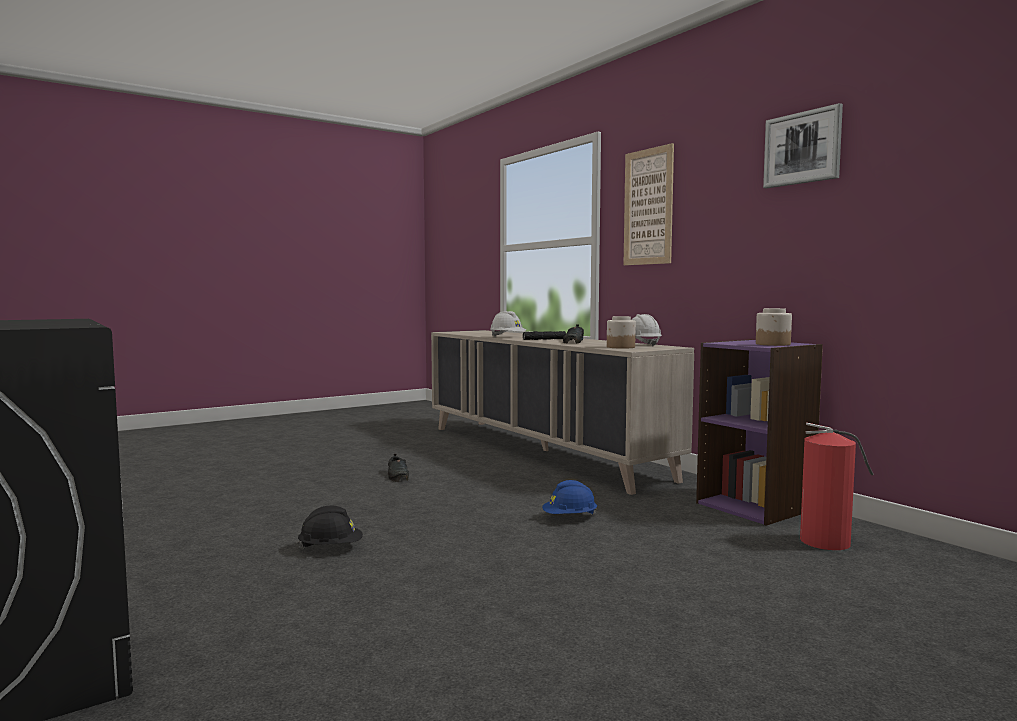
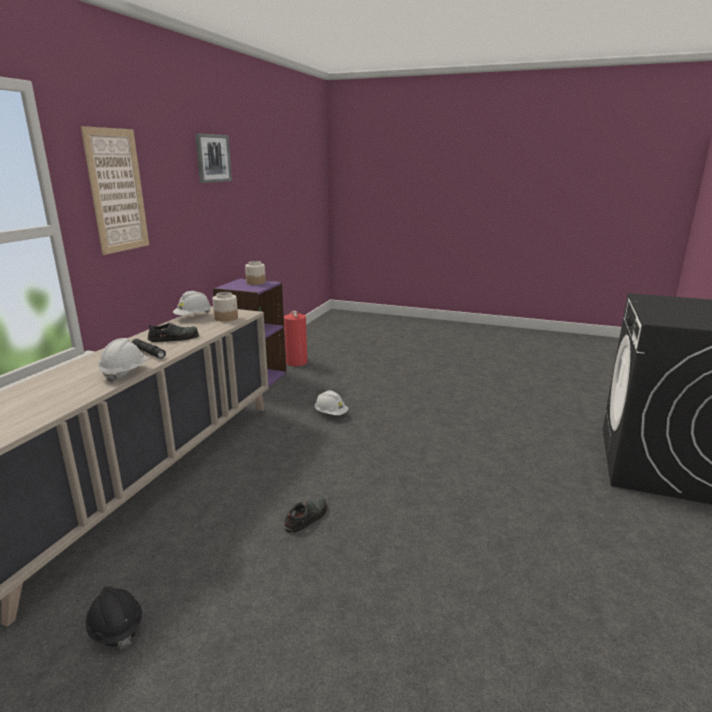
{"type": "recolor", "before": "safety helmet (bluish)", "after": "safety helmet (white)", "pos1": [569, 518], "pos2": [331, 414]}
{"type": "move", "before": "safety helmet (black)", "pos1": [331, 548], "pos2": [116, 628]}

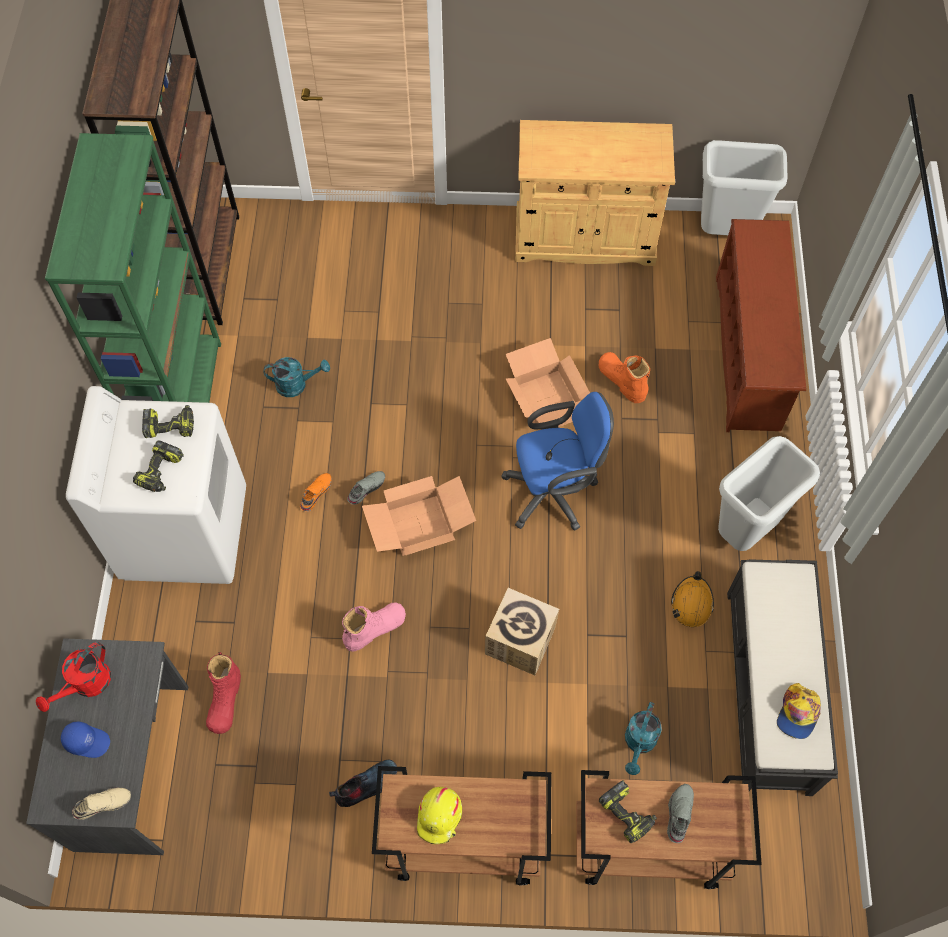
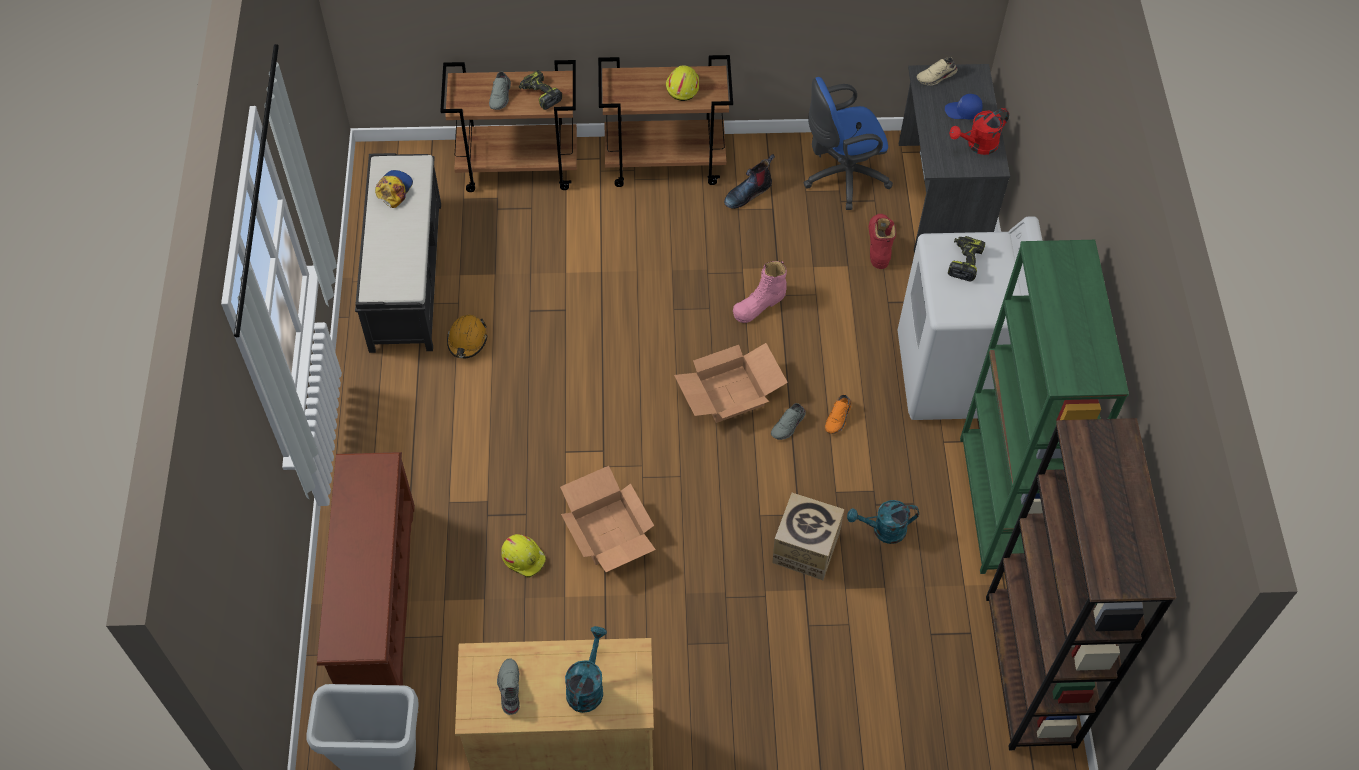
{"type": "replace", "before": "tall boot (orange-coloured)", "after": "safety helmet (yellow)", "pos1": [622, 380], "pos2": [524, 557]}
{"type": "move", "before": "desk chair (bluish)", "pos1": [555, 492], "pos2": [841, 177]}
{"type": "delete", "before": "electric drill", "pos1": [171, 425]}
{"type": "delete", "before": "trash can (greyish)", "pos1": [745, 533]}
{"type": "move", "before": "packing box", "pos1": [520, 641], "pos2": [805, 548]}
{"type": "rotate", "before": "watering can (red-coloured)", "pos1": [86, 685], "pos2": [977, 145], "turn": -150}
{"type": "move", "before": "watering can (turquoise)", "pos1": [639, 743], "pos2": [587, 686]}
{"type": "insert", "after": "item of footwear (greyish)", "pos2": [509, 688]}

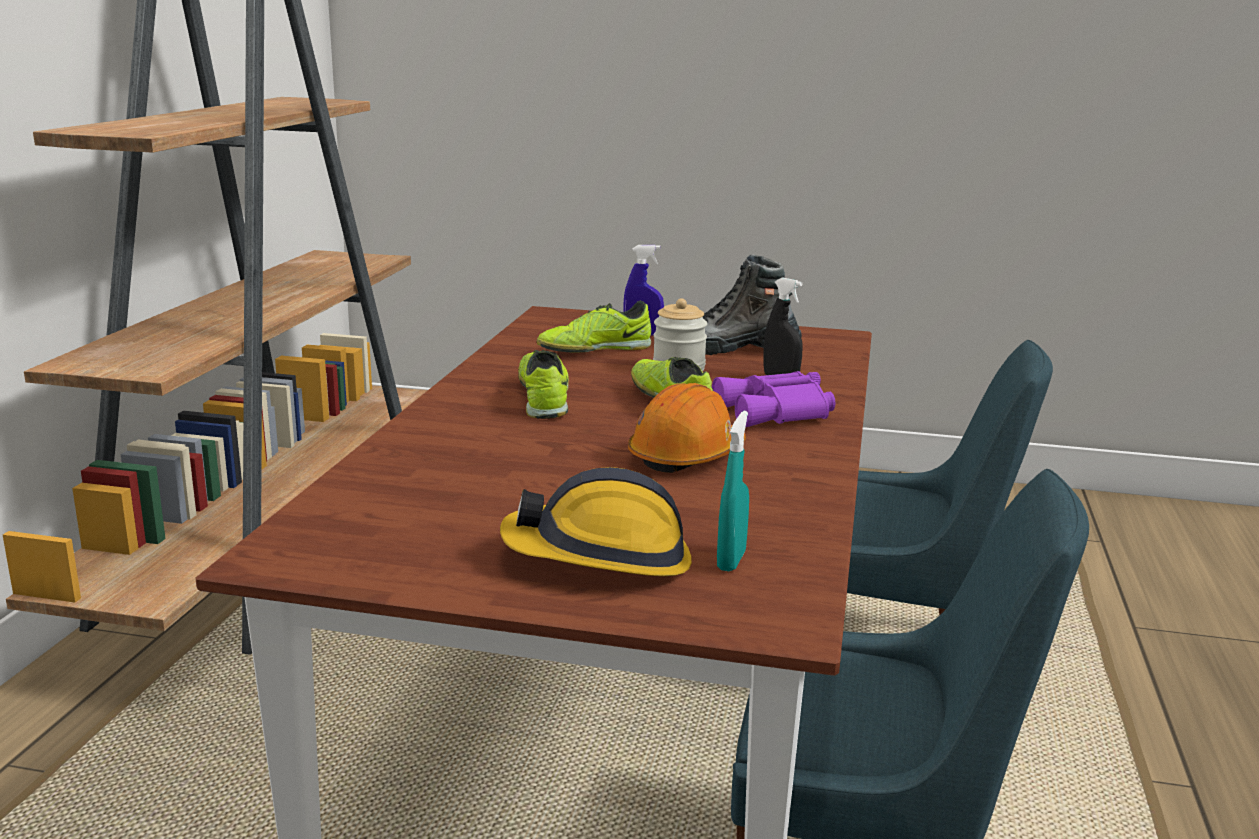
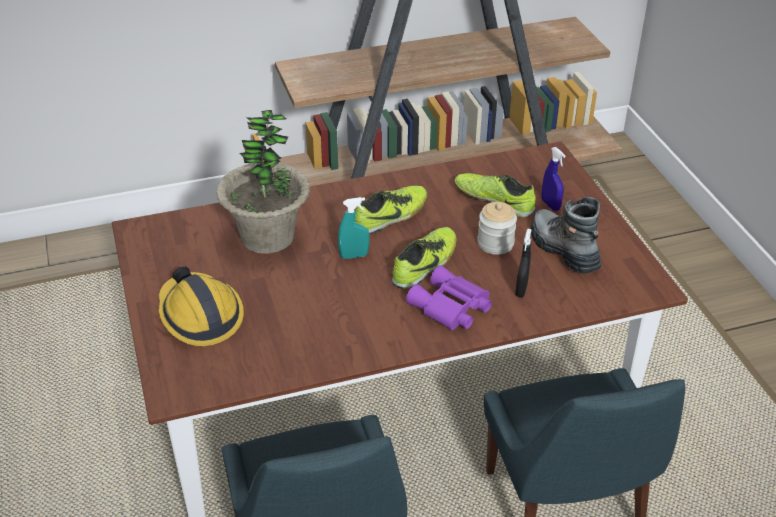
{"type": "delete", "before": "safety helmet (orange-coloured)", "pos1": [686, 456]}
{"type": "move", "before": "sprayer (turquoise)", "pos1": [731, 560], "pos2": [354, 256]}
{"type": "insert", "after": "houseplant", "pos2": [267, 237]}

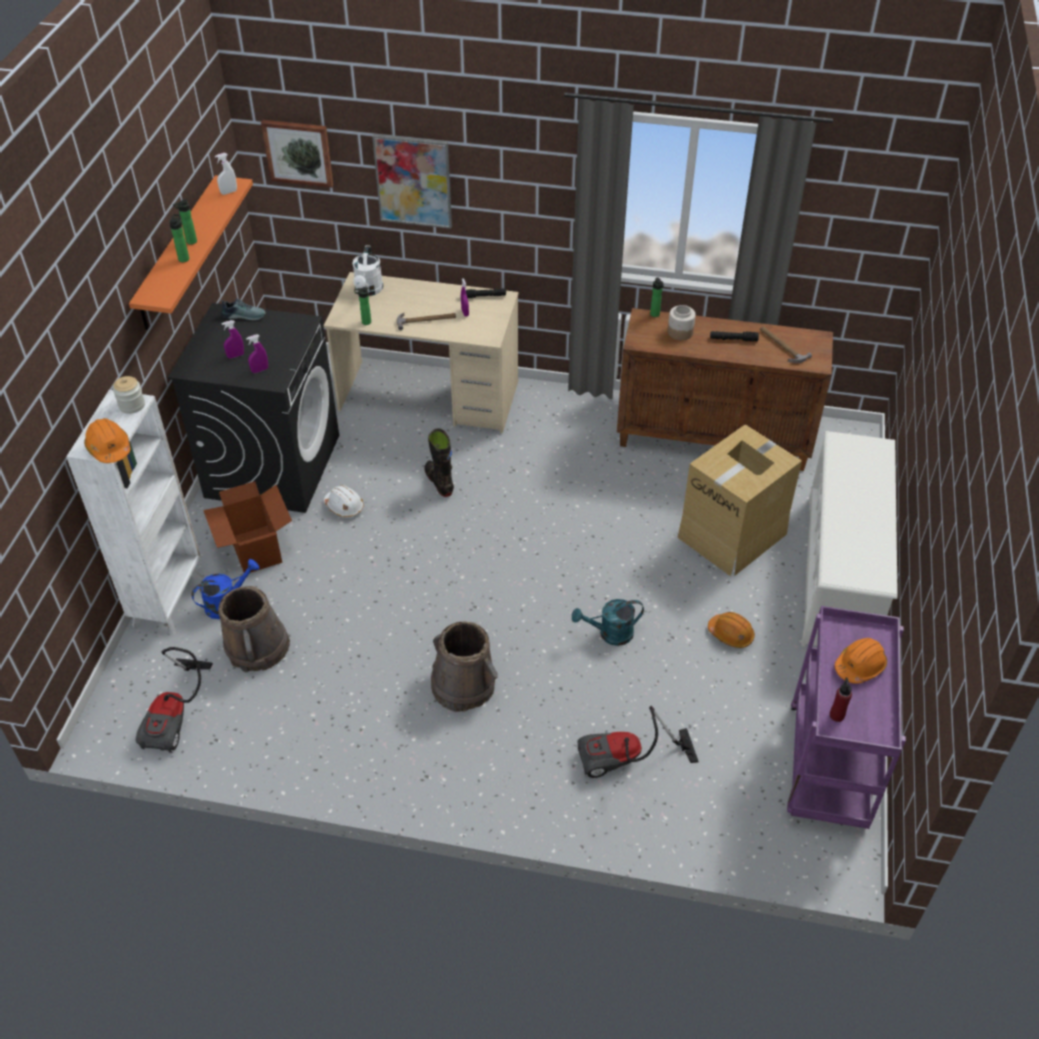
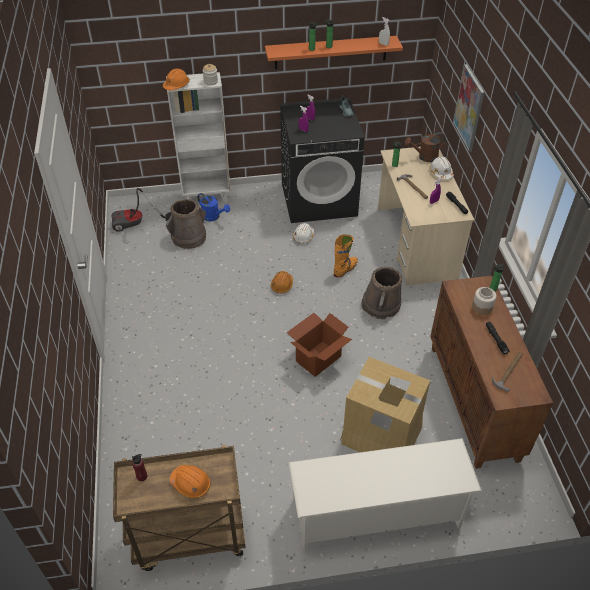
{"type": "delete", "before": "wall art", "pos1": [298, 152]}
{"type": "recolor", "before": "watering can (white)", "after": "watering can (brown-coloured)", "pos1": [368, 291], "pos2": [424, 157]}
{"type": "recolor", "before": "tall boot (black)", "after": "tall boot (orange-coloured)", "pos1": [439, 482], "pos2": [345, 269]}
{"type": "move", "before": "packing box", "pos1": [255, 550], "pos2": [318, 358]}
{"type": "delete", "before": "watering can (turquoise)", "pos1": [610, 634]}
{"type": "recolor", "before": "trolley (purplish)", "after": "trolley (brown-coloured)", "pos1": [829, 768], "pos2": [189, 538]}
{"type": "move", "before": "safety helmet (orange-coloured)", "pos1": [731, 634], "pos2": [282, 285]}
{"type": "move", "before": "pail (brown-coloured)", "pos1": [463, 685], "pos2": [381, 305]}
{"type": "delete", "before": "vacuum", "pos1": [627, 761]}
{"type": "insert", "after": "safety helmet (white)", "pos2": [441, 172]}

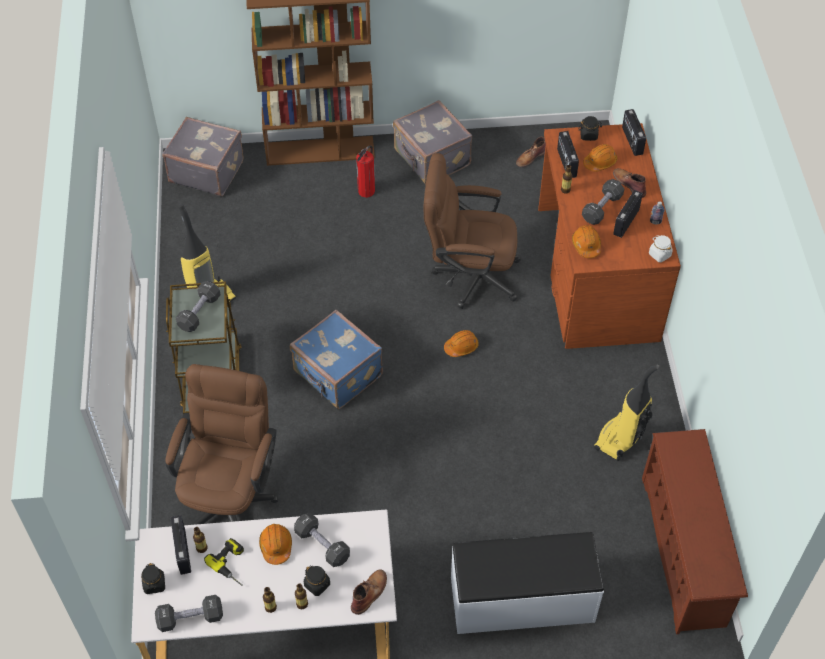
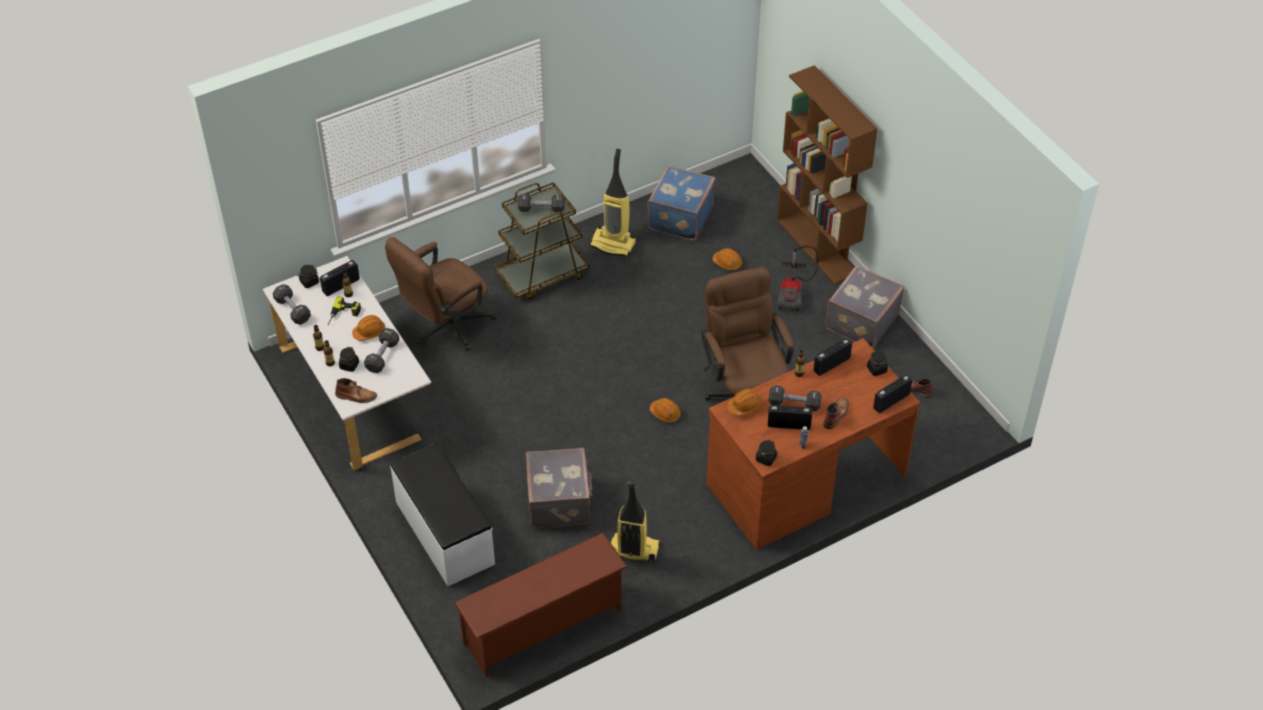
{"type": "move", "before": "suitcase (greyish)", "pos1": [207, 170], "pos2": [560, 501]}
{"type": "move", "before": "safety helmet (orange-coloured)", "pos1": [600, 162], "pos2": [727, 263]}
{"type": "replace", "before": "fire-fighting cylinder", "after": "vacuum", "pos1": [366, 191], "pos2": [793, 293]}
{"type": "recolor", "before": "jar (white)", "after": "jar (black)", "pos1": [659, 254], "pos2": [766, 458]}
{"type": "move", "before": "suitcase (bluish)", "pos1": [337, 375], "pos2": [679, 217]}
{"type": "rotate", "before": "desk chair (brown-coloured)", "pos1": [231, 496], "pos2": [446, 327], "turn": 150}

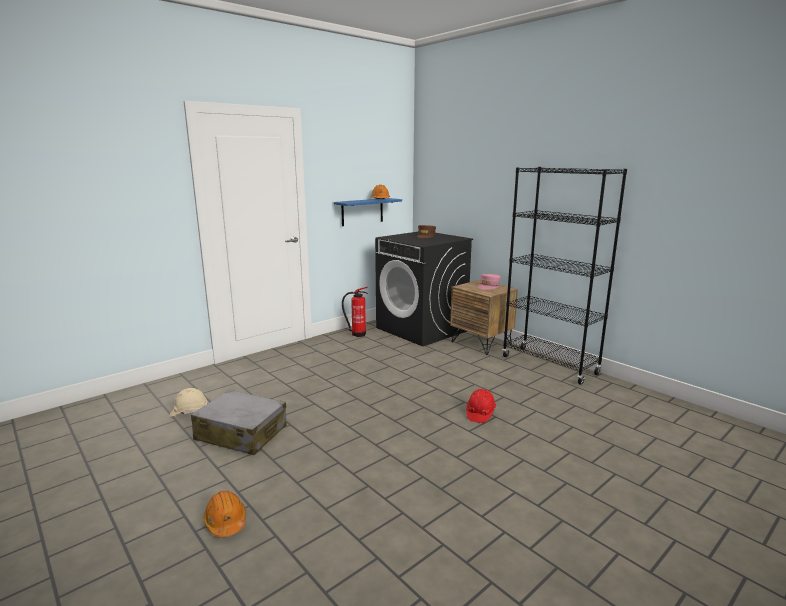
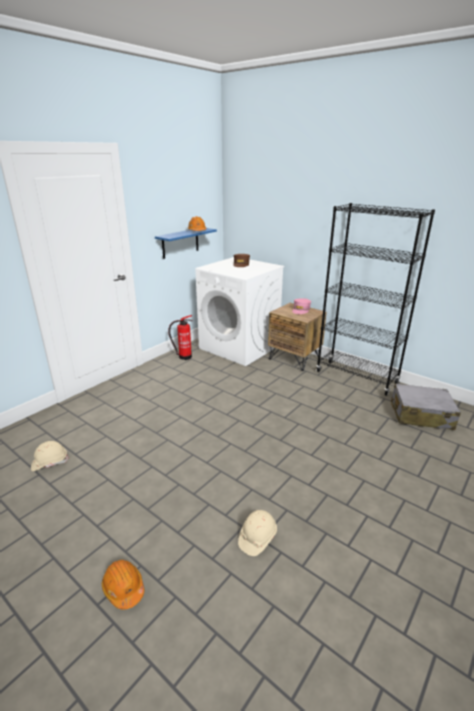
{"type": "recolor", "before": "laundry appliance (black)", "after": "laundry appliance (white)", "pos1": [422, 329], "pos2": [239, 347]}
{"type": "move", "before": "suitcase (greyish)", "pos1": [241, 433], "pos2": [420, 415]}
{"type": "delete", "before": "safety helmet (red-coloured)", "pos1": [480, 413]}
{"type": "insert", "after": "safety helmet (beige-coloured)", "pos2": [257, 538]}

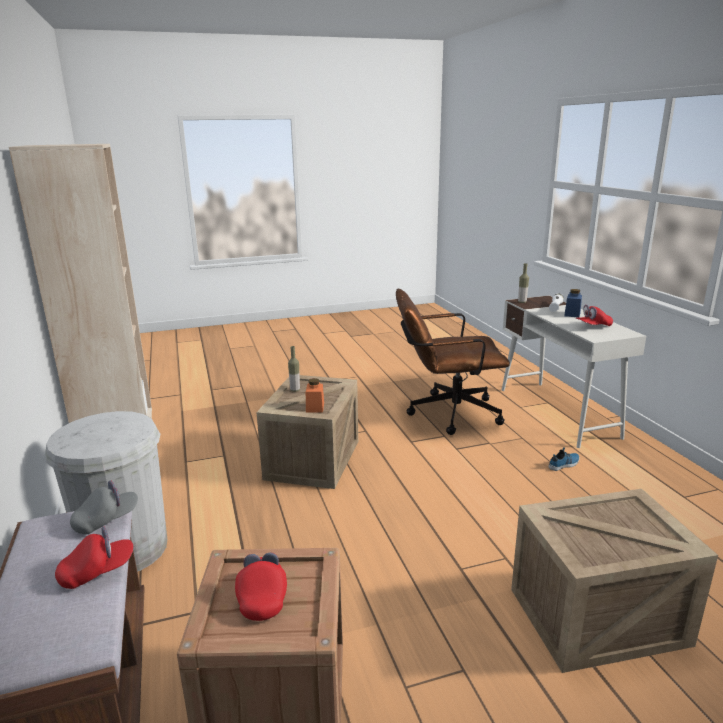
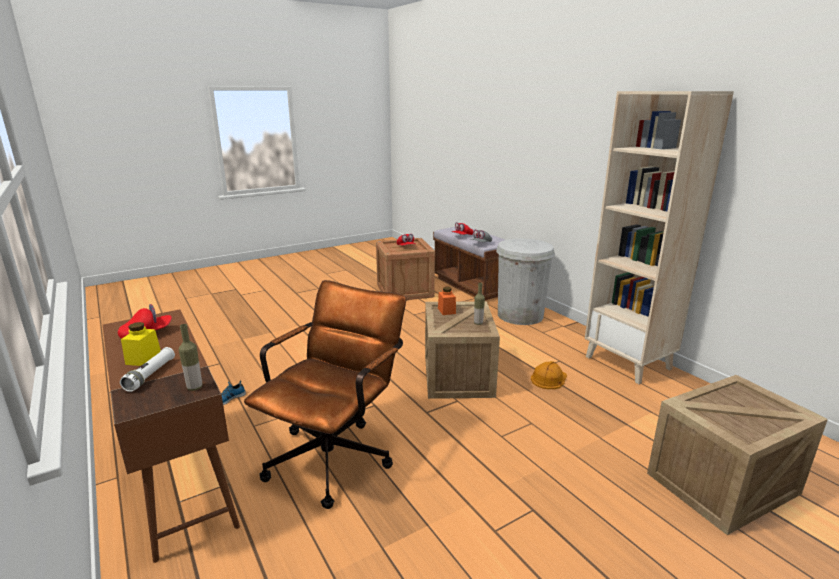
{"type": "rotate", "before": "desk chair (brown-coloured)", "pos1": [446, 413], "pos2": [336, 454], "turn": -45}
{"type": "recolor", "before": "jar (bluish)", "after": "jar (yellow)", "pos1": [572, 314], "pos2": [143, 358]}
{"type": "recolor", "before": "desk table (white)", "after": "desk table (brown-coloured)", "pos1": [557, 412], "pos2": [180, 478]}
{"type": "move", "before": "crate", "pos1": [596, 618], "pos2": [722, 482]}
{"type": "insert", "after": "safety helmet (orange-coloured)", "pos2": [549, 378]}

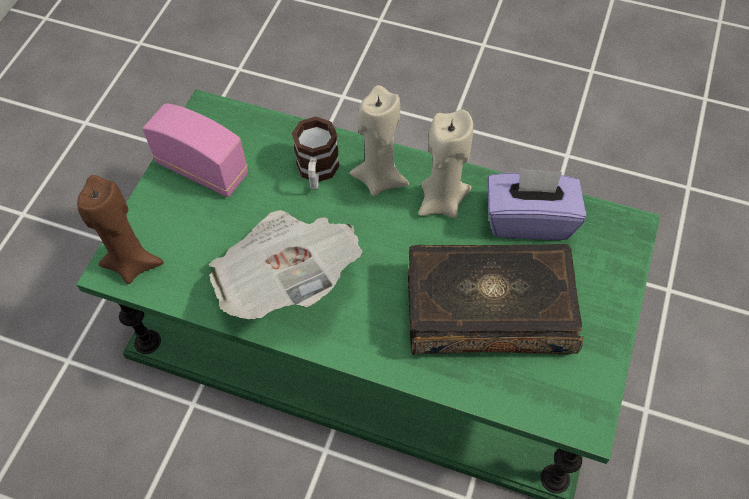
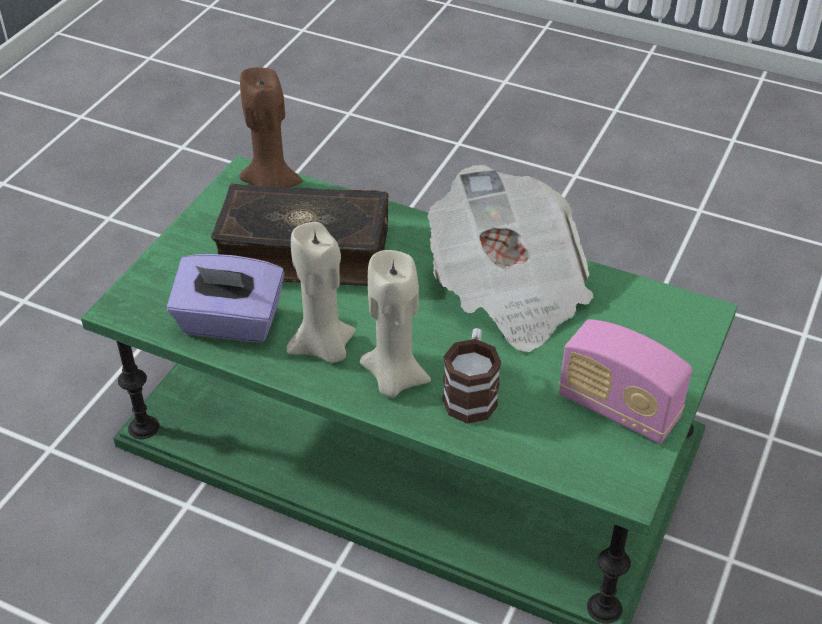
{"type": "move", "before": "candle (brown-coloured)", "pos1": [132, 263], "pos2": [271, 187]}

